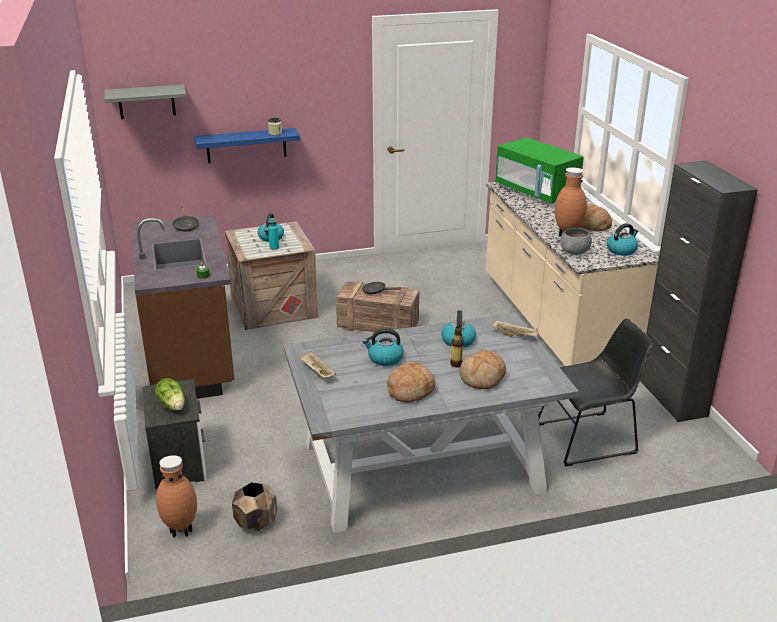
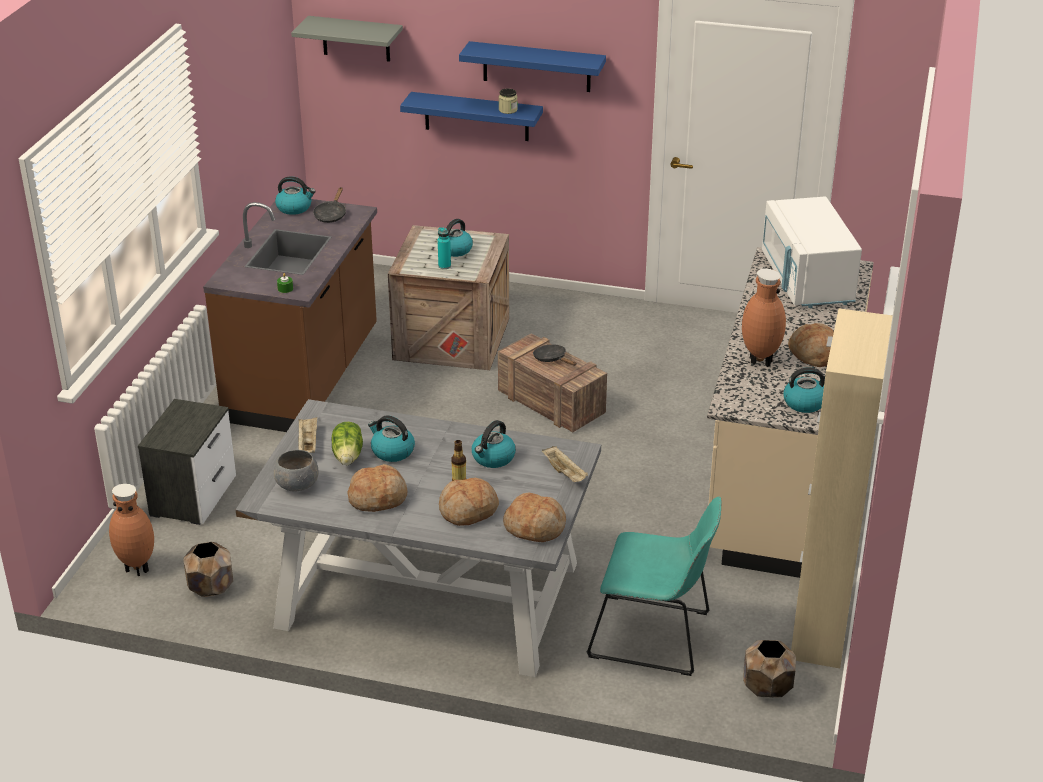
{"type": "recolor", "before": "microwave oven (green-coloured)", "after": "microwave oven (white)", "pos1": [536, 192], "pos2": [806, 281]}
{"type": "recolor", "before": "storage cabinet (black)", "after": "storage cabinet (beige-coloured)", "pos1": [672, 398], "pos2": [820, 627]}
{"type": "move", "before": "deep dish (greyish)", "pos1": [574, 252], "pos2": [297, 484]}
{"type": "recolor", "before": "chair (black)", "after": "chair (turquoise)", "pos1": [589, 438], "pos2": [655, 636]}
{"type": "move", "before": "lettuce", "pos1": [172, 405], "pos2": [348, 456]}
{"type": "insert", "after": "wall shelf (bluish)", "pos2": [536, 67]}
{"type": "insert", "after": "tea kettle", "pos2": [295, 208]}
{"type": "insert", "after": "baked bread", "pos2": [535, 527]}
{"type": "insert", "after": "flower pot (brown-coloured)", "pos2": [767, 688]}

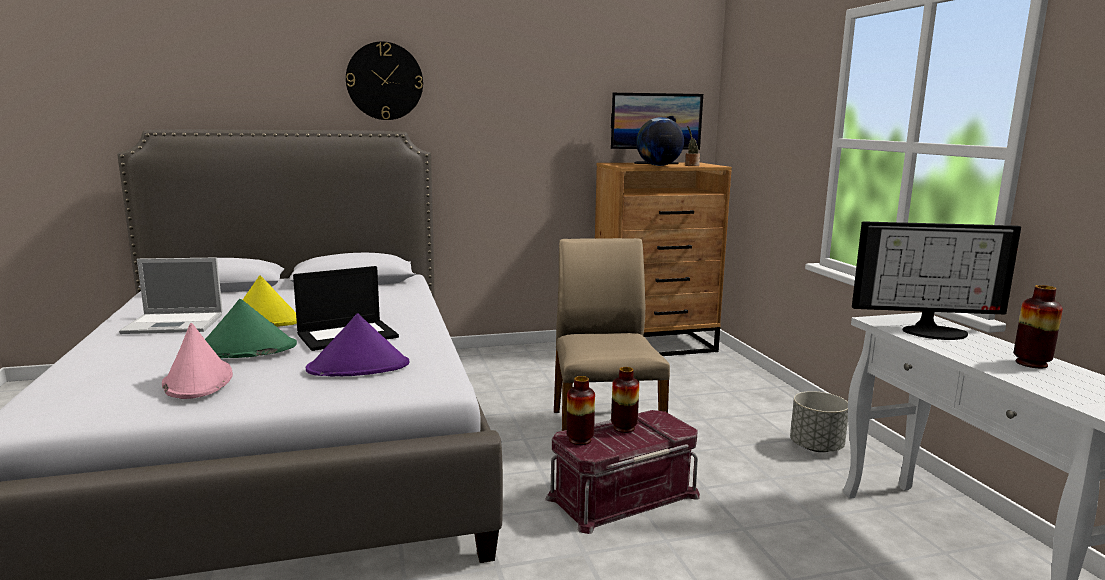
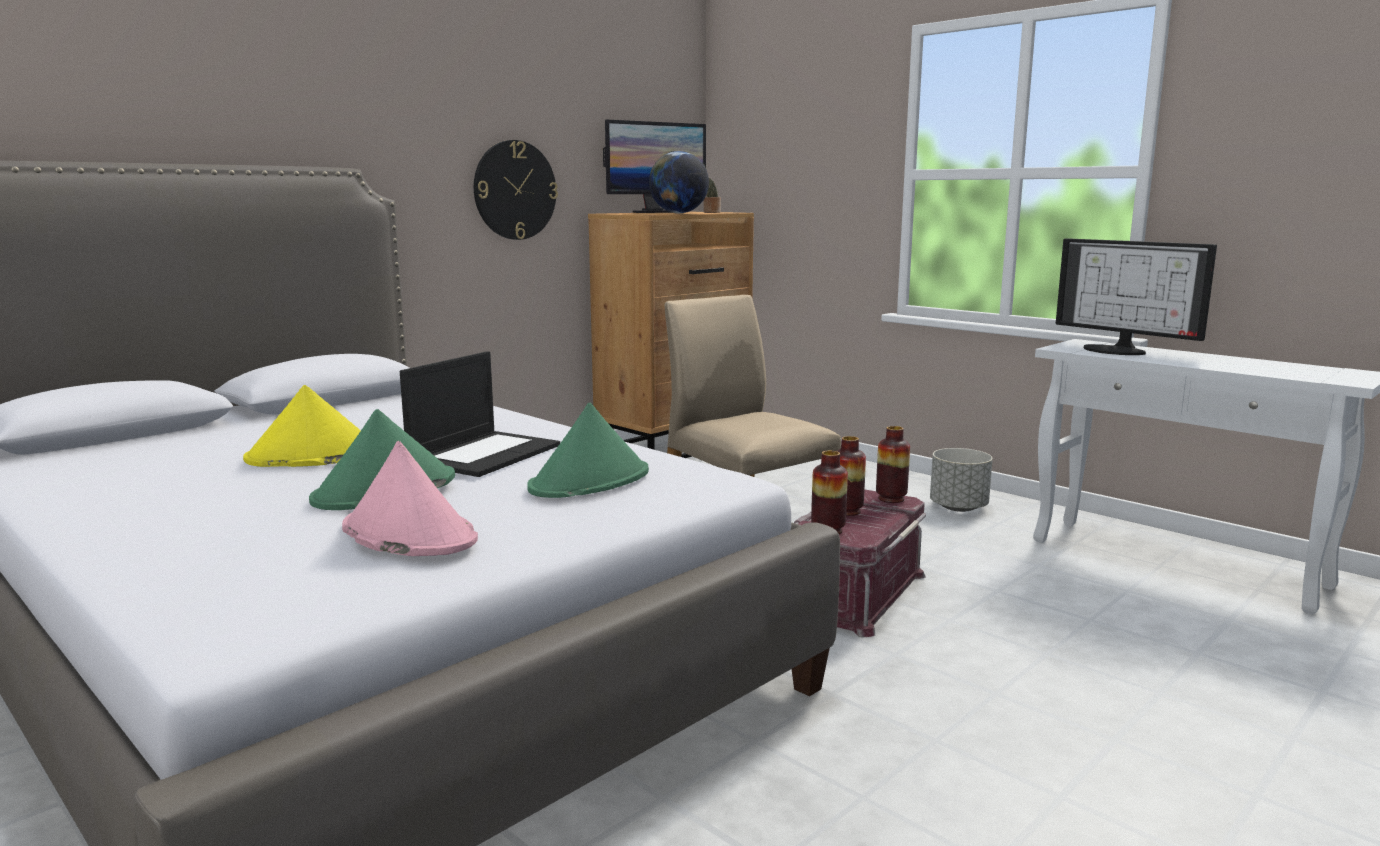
{"type": "move", "before": "hanging clock", "pos1": [384, 81], "pos2": [515, 190]}
{"type": "rotate", "before": "monitor", "pos1": [933, 331], "pos2": [1117, 350], "turn": 75}
{"type": "delete", "before": "portable computer", "pos1": [176, 323]}
{"type": "move", "before": "vase", "pos1": [1031, 363], "pos2": [891, 499]}
{"type": "recolor", "before": "clothing hat (purplish)", "after": "clothing hat (green-coloured)", "pos1": [359, 367], "pos2": [590, 481]}

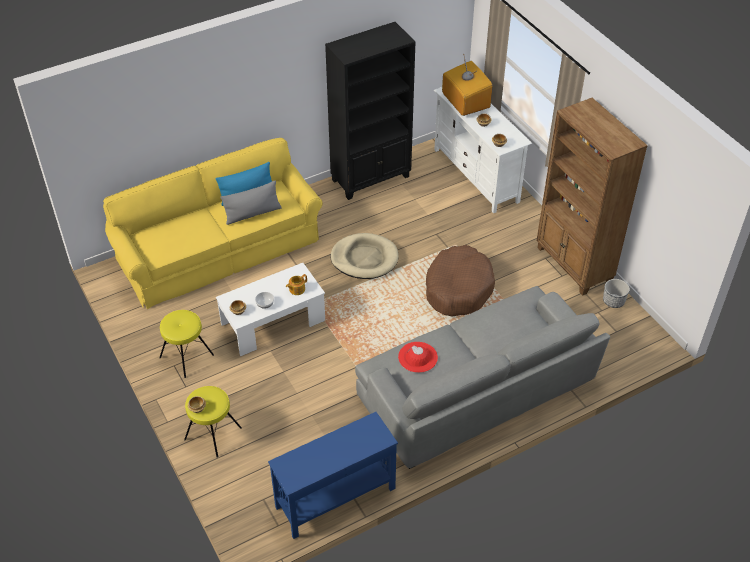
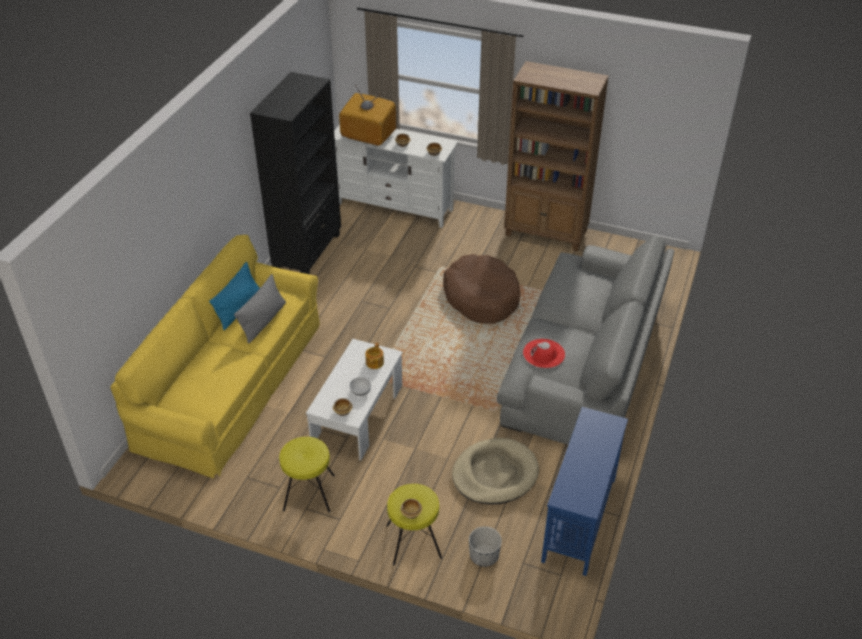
{"type": "move", "before": "pet bed (beige-coloured)", "pos1": [364, 258], "pos2": [495, 474]}
{"type": "move", "before": "flower pot", "pos1": [613, 301], "pos2": [484, 555]}

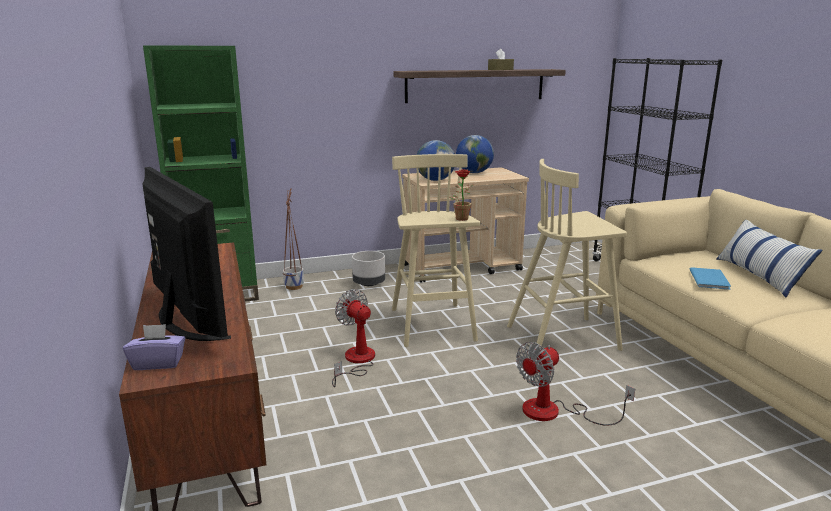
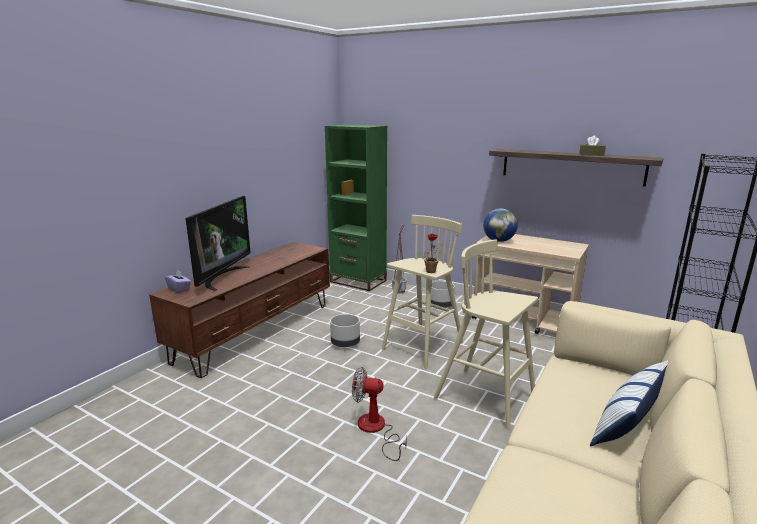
{"type": "delete", "before": "world globe", "pos1": [474, 172]}
{"type": "delete", "before": "book (bluish)", "pos1": [710, 279]}
{"type": "replace", "before": "electric fan", "after": "flower pot (greyish)", "pos1": [356, 361], "pos2": [345, 344]}

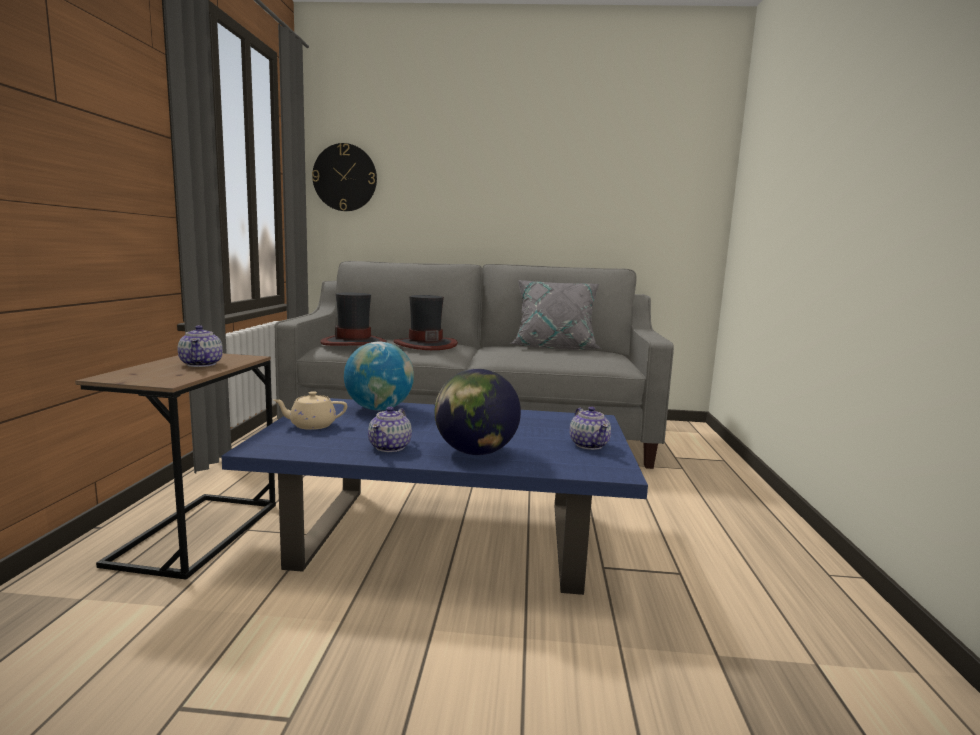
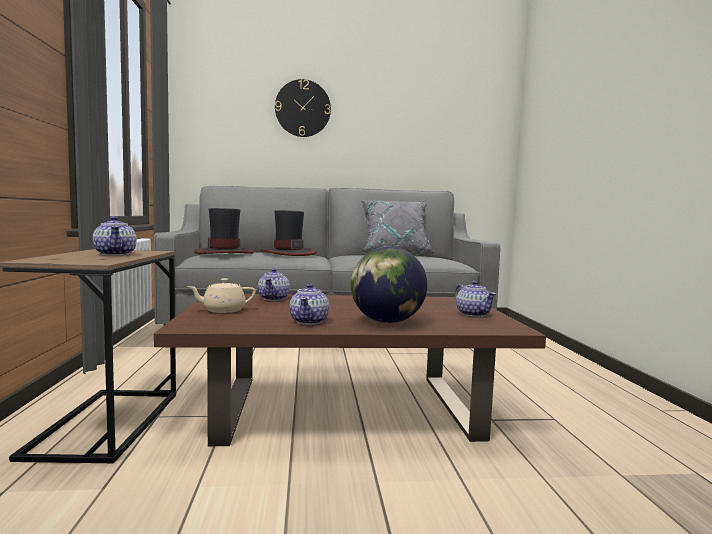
{"type": "move", "before": "hanging clock", "pos1": [345, 177], "pos2": [303, 108]}
{"type": "replace", "before": "world globe", "after": "pot for tea", "pos1": [379, 409], "pos2": [274, 298]}
{"type": "recolor", "before": "lounge table (bluish)", "after": "lounge table (brown-coloured)", "pos1": [447, 534], "pos2": [348, 406]}

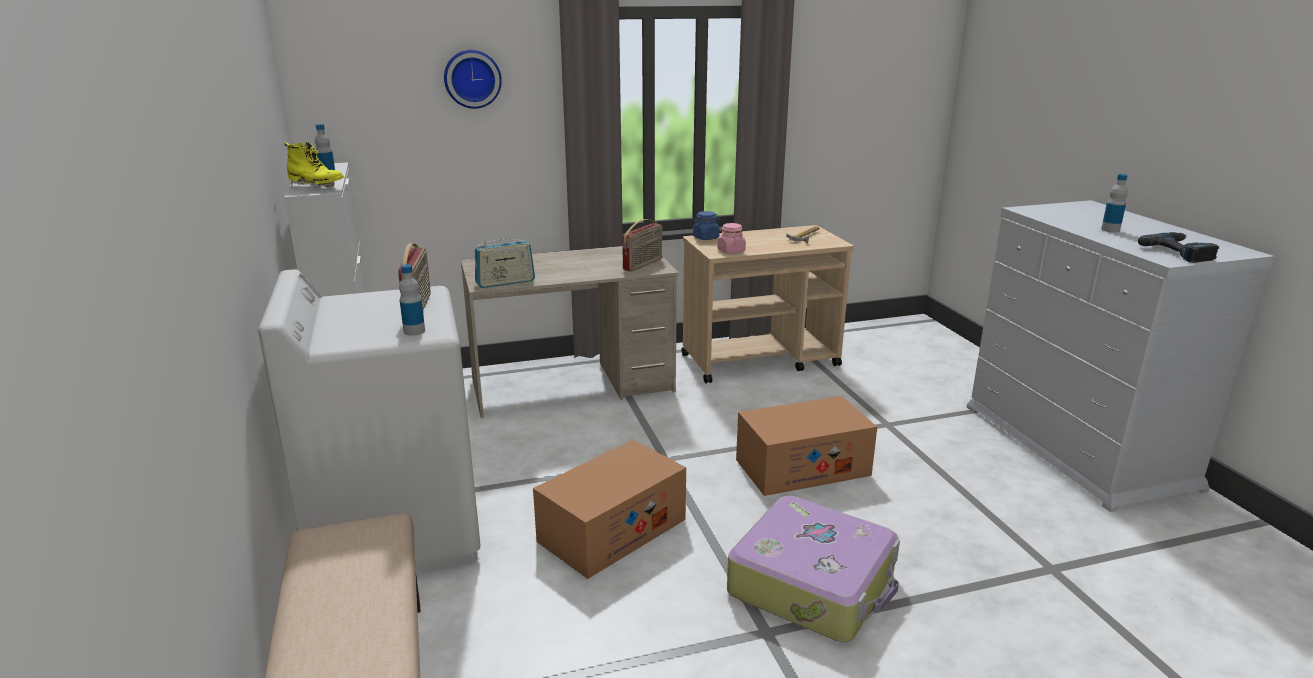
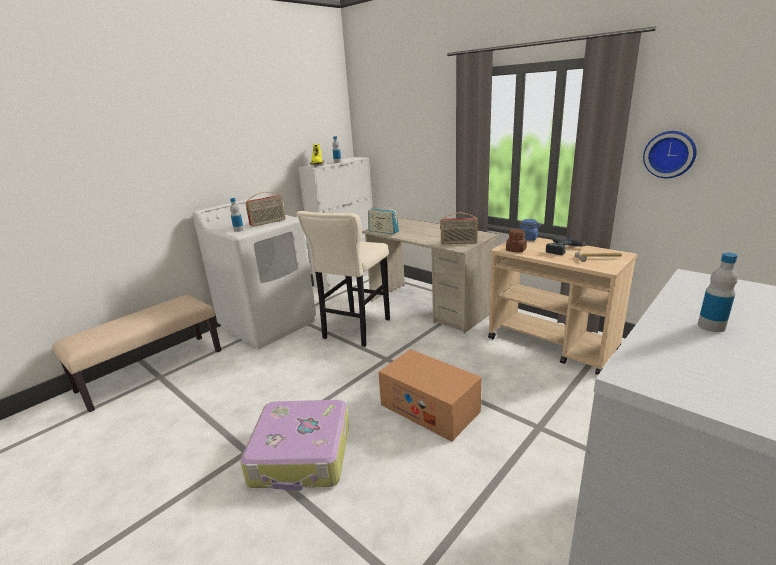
{"type": "move", "before": "hanging clock", "pos1": [472, 79], "pos2": [670, 154]}
{"type": "recolor", "before": "jar (pink)", "after": "jar (brown-coloured)", "pos1": [731, 251], "pos2": [516, 250]}
{"type": "move", "before": "electric drill", "pos1": [1181, 252], "pos2": [564, 249]}
{"type": "delete", "before": "packing box", "pos1": [612, 530]}
{"type": "insert", "after": "stool (beige-coloured)", "pos2": [355, 330]}

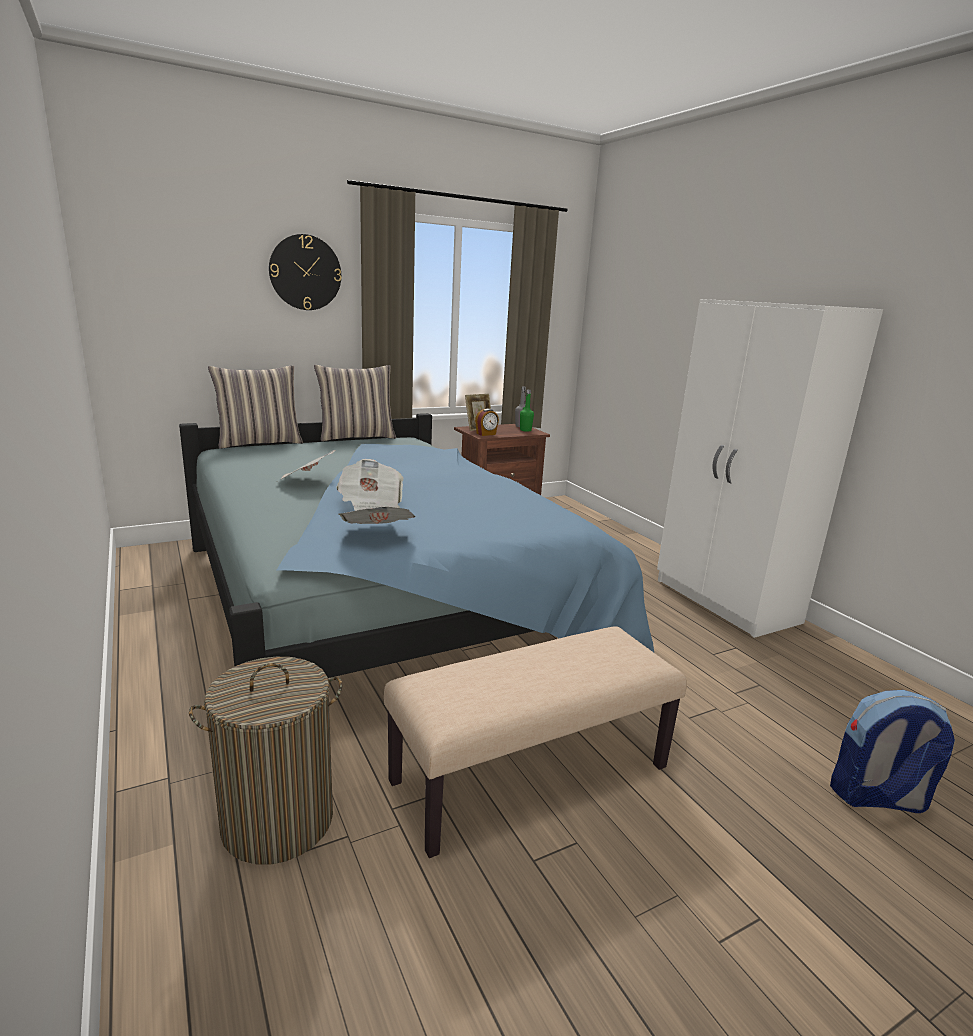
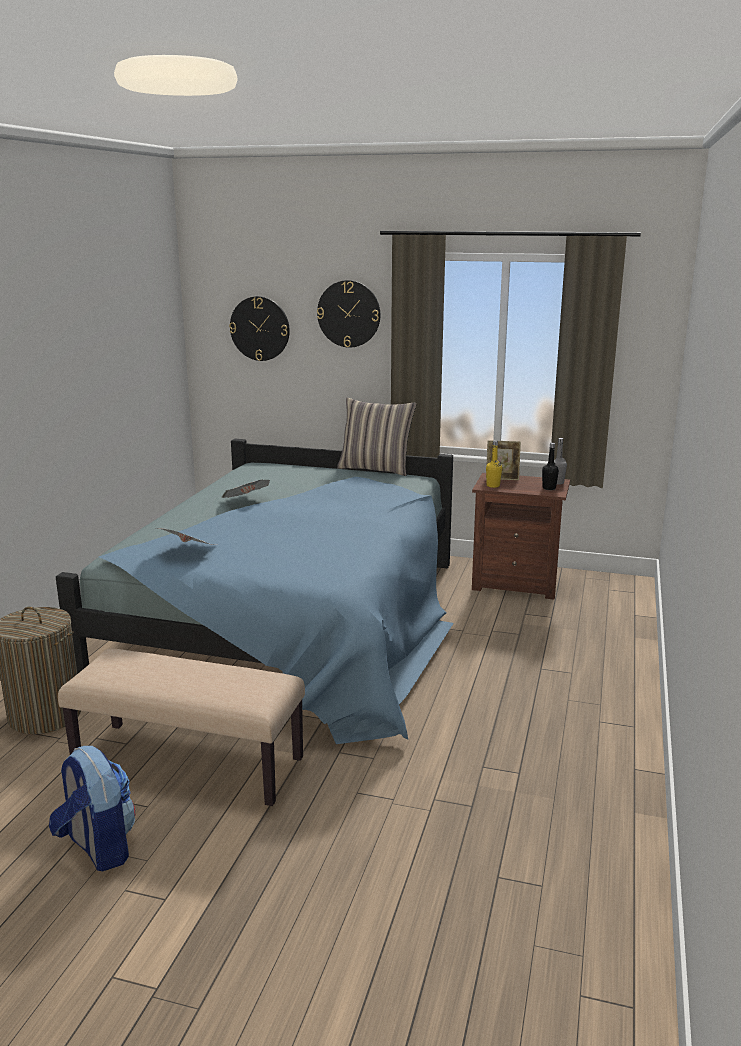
{"type": "delete", "before": "armoire (white)", "pos1": [726, 602]}
{"type": "delete", "before": "cushion", "pos1": [260, 443]}
{"type": "recolor", "before": "beverage bottle (green-coloured)", "after": "beverage bottle (black)", "pos1": [525, 430], "pos2": [549, 488]}
{"type": "replace", "before": "table clock", "after": "beverage bottle (yellow)", "pos1": [486, 434], "pos2": [493, 486]}
{"type": "delete", "before": "daily paper", "pos1": [370, 506]}
{"type": "move", "before": "rucksack", "pos1": [876, 798], "pos2": [98, 848]}
{"type": "insert", "after": "hanging clock", "pos2": [260, 328]}

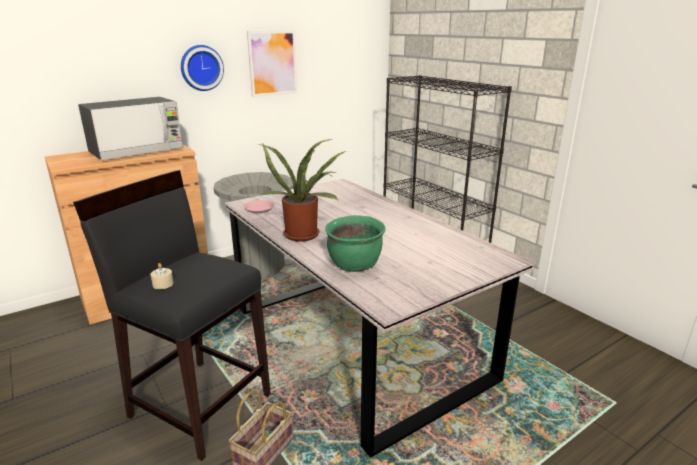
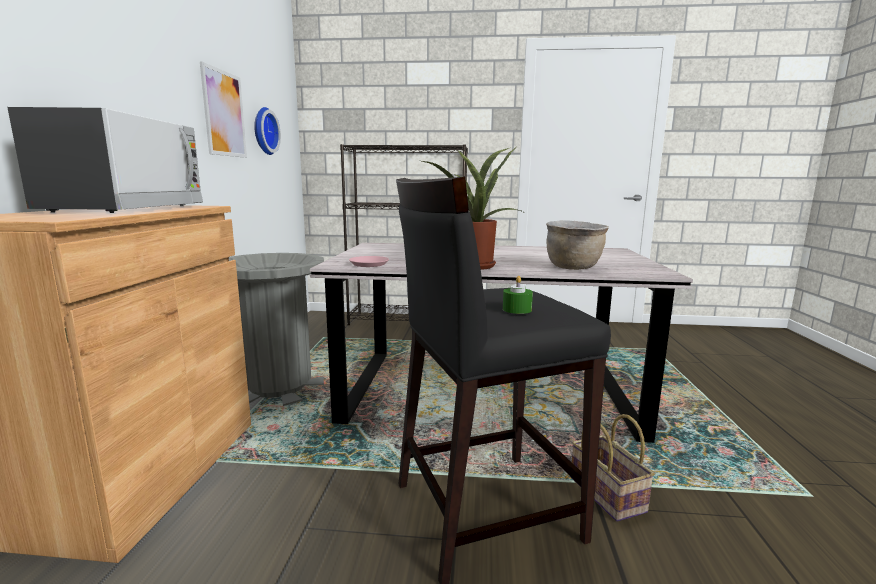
{"type": "move", "before": "hanging clock", "pos1": [201, 68], "pos2": [263, 131]}
{"type": "recolor", "before": "cooking pot (green-coloured)", "after": "cooking pot (brown-coloured)", "pos1": [355, 266], "pos2": [573, 267]}
{"type": "recolor", "before": "candle (beige-coloured)", "after": "candle (green-coloured)", "pos1": [163, 284], "pos2": [517, 309]}

